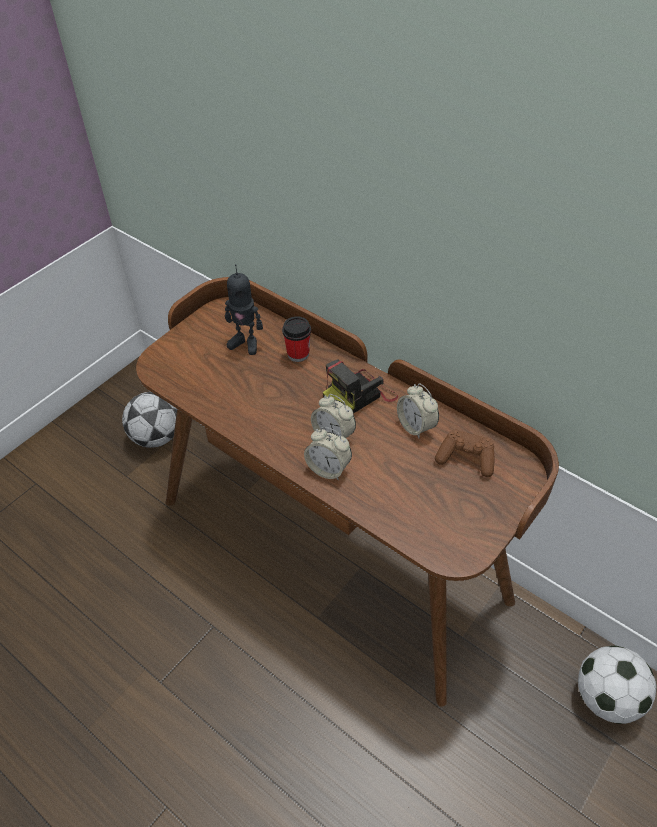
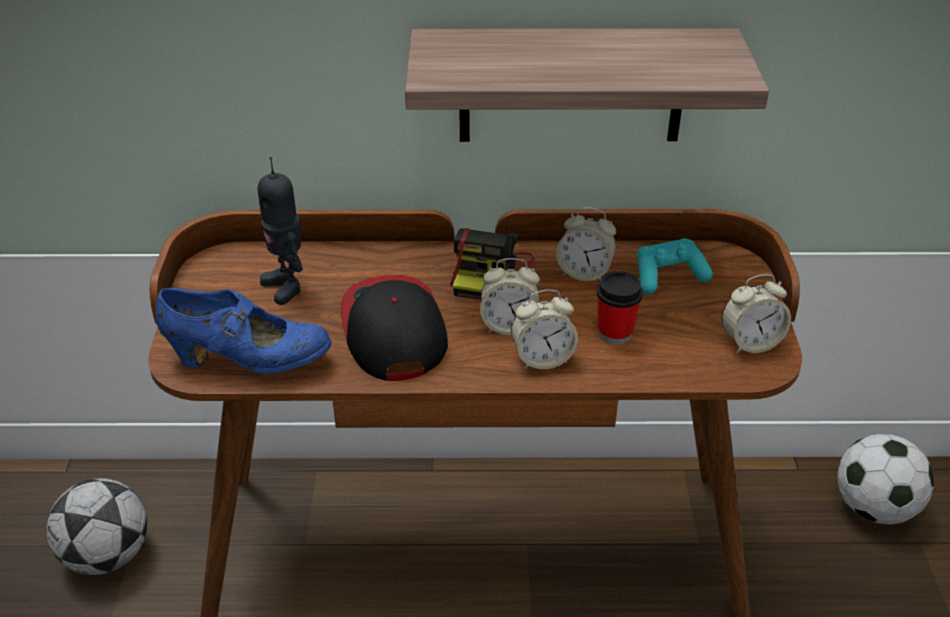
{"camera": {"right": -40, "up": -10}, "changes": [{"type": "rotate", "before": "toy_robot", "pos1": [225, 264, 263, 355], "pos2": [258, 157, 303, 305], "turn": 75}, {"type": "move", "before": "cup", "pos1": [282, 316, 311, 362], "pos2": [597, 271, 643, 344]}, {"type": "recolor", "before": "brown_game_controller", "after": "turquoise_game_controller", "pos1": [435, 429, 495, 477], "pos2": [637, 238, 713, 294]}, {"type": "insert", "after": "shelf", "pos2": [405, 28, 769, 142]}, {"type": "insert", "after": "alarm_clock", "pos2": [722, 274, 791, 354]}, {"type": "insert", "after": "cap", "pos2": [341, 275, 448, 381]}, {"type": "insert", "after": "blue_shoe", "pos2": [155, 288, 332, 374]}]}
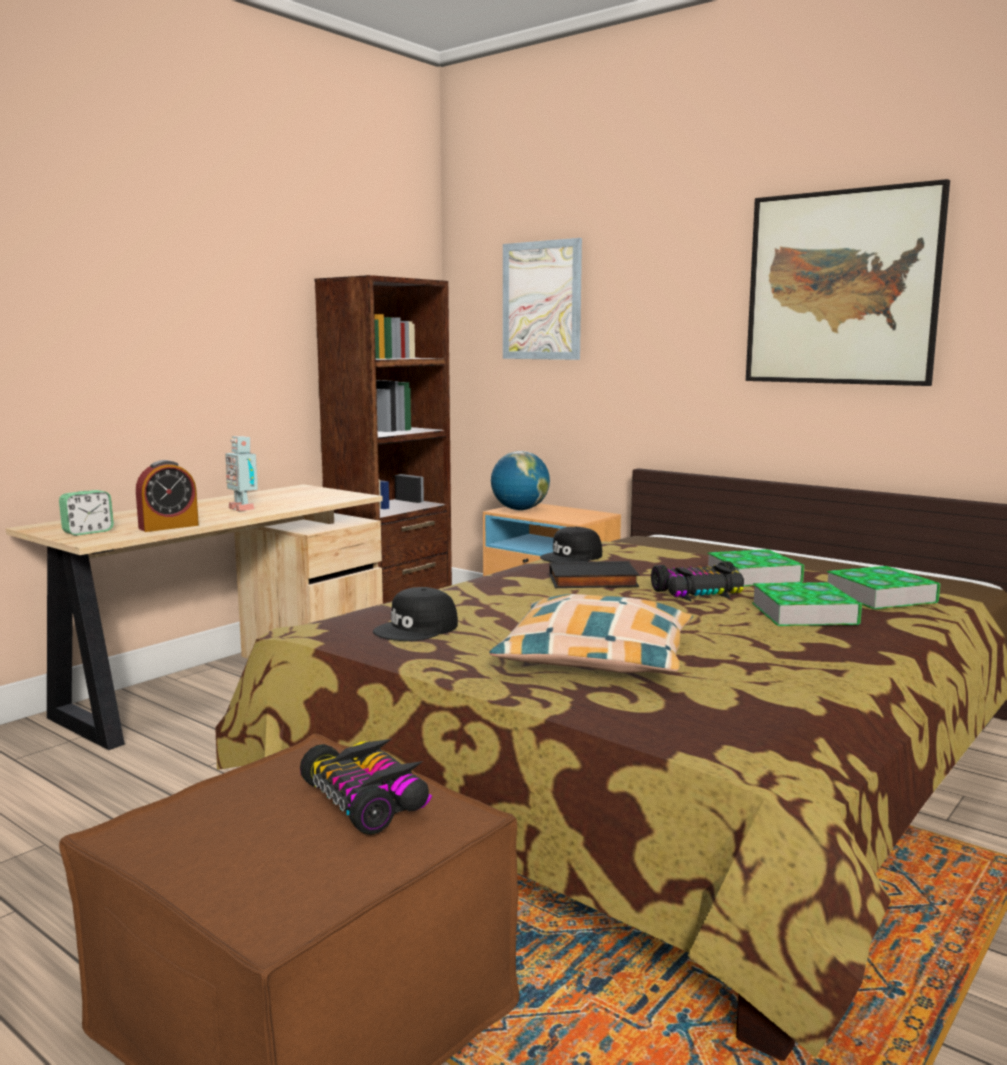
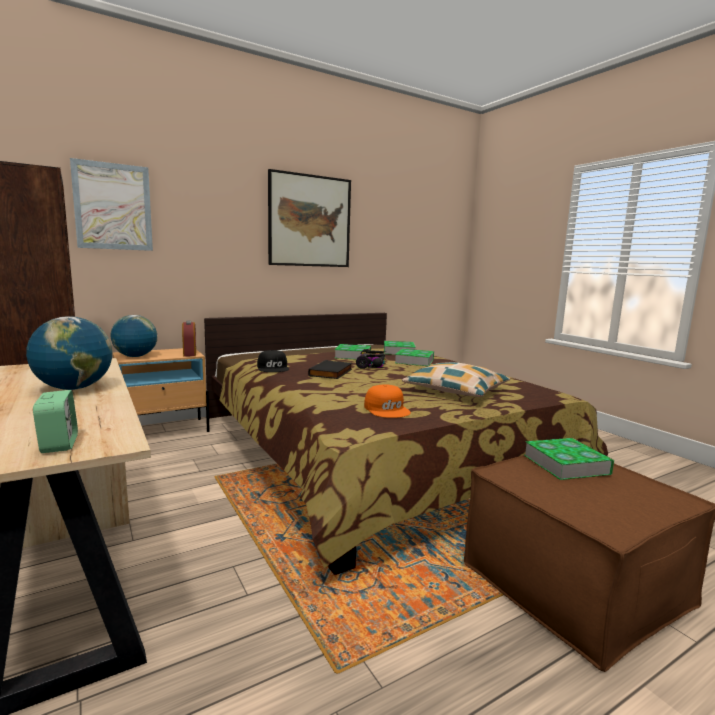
{"camera": {"right": -70, "up": 0}, "changes": [{"type": "replace", "before": "toy_robot", "after": "globe", "pos1": [225, 436, 258, 512], "pos2": [26, 316, 112, 390]}, {"type": "move", "before": "alarm_clock", "pos1": [136, 460, 199, 532], "pos2": [182, 321, 196, 357]}, {"type": "recolor", "before": "black_cap", "after": "orange_cap", "pos1": [373, 587, 458, 641], "pos2": [364, 384, 411, 418]}, {"type": "replace", "before": "toy_car", "after": "book", "pos1": [300, 739, 432, 835], "pos2": [524, 438, 614, 480]}]}
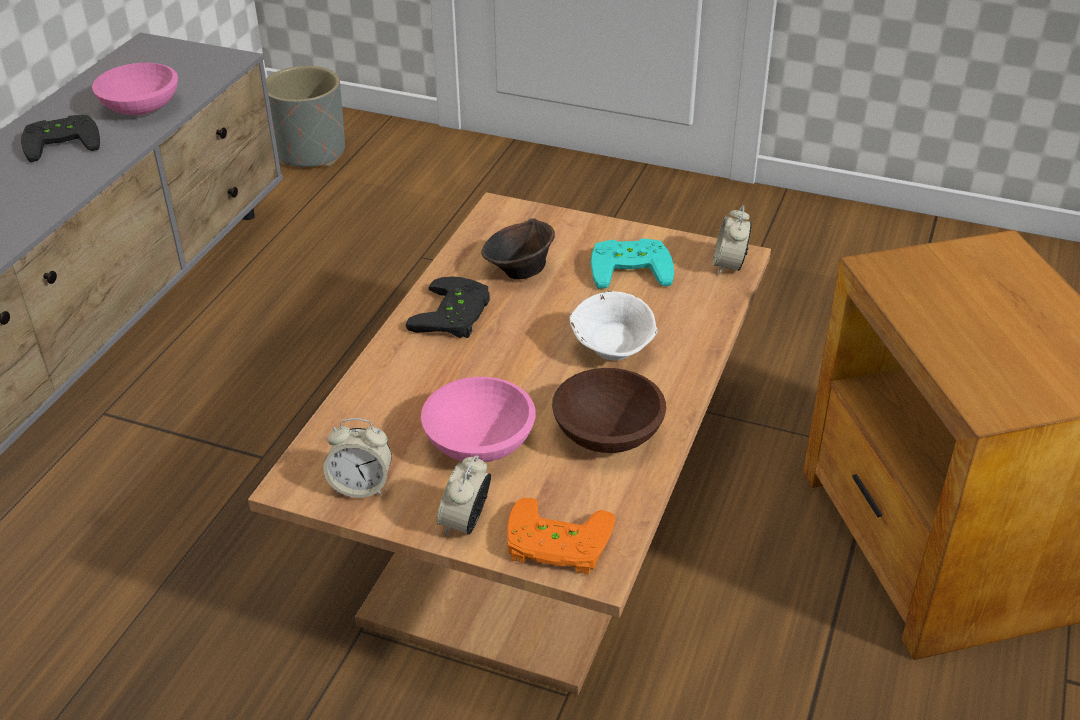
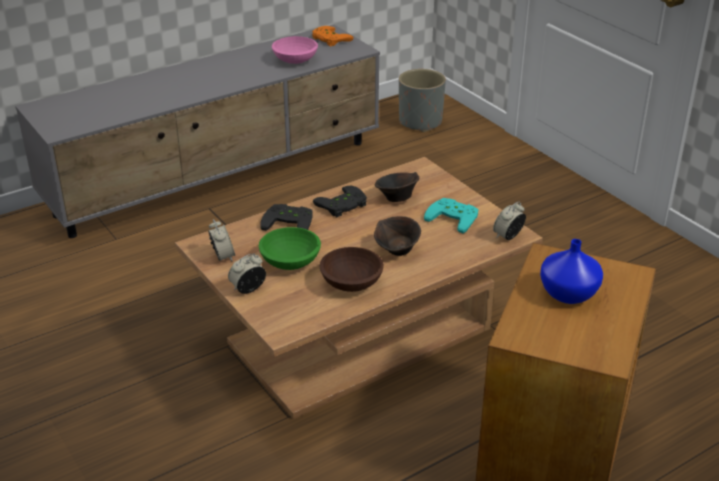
{"camera": {"right": 35, "up": -5}, "changes": [{"type": "move", "before": "black_game_controller", "pos1": [21, 115, 100, 162], "pos2": [260, 204, 313, 231]}, {"type": "recolor", "before": "white_bowl", "after": "brown_bowl", "pos1": [570, 291, 658, 360], "pos2": [374, 216, 421, 256]}, {"type": "recolor", "before": "pink_bowl", "after": "green_bowl", "pos1": [421, 377, 536, 462], "pos2": [259, 227, 321, 270]}, {"type": "rotate", "before": "alarm_clock", "pos1": [323, 418, 392, 498], "pos2": [208, 219, 235, 261], "turn": -150}, {"type": "move", "before": "orange_game_controller", "pos1": [507, 498, 615, 575], "pos2": [312, 26, 353, 47]}, {"type": "insert", "after": "blue_vase", "pos2": [540, 239, 603, 304]}]}
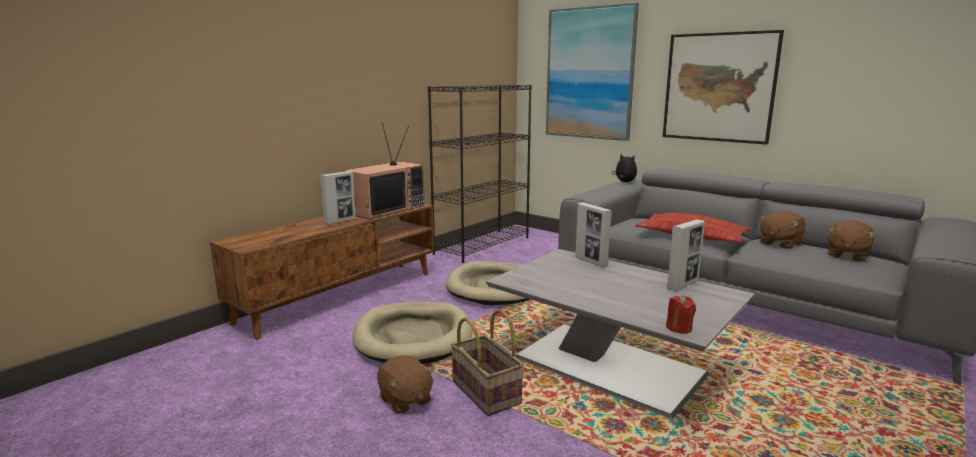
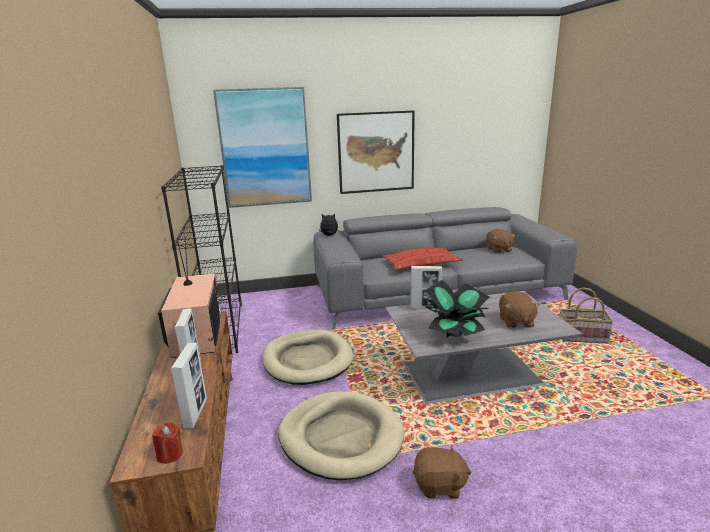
{"camera": {"right": -50, "up": 5}, "changes": [{"type": "move", "before": "brown_plush_toy", "pos1": [760, 211, 806, 249], "pos2": [499, 291, 540, 328]}, {"type": "move", "before": "picture_frame", "pos1": [667, 219, 705, 291], "pos2": [171, 343, 207, 429]}, {"type": "move", "before": "red_candle", "pos1": [666, 295, 696, 334], "pos2": [152, 422, 183, 464]}, {"type": "move", "before": "basket", "pos1": [451, 309, 524, 416], "pos2": [559, 287, 614, 343]}, {"type": "insert", "after": "potted_plant", "pos2": [424, 280, 490, 337]}]}
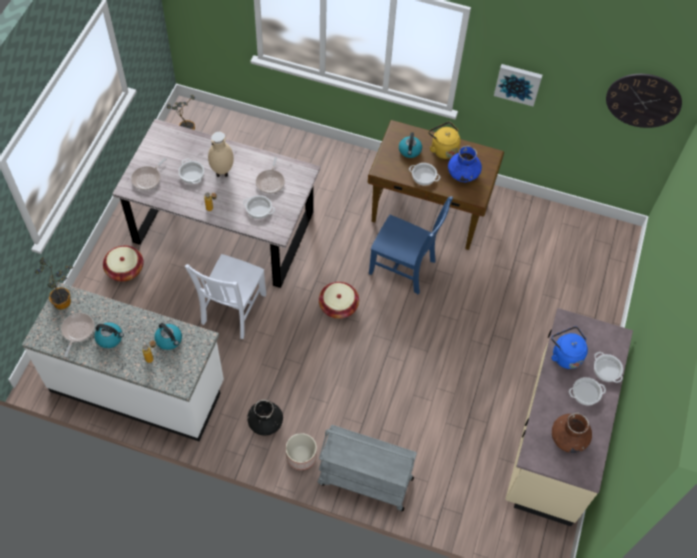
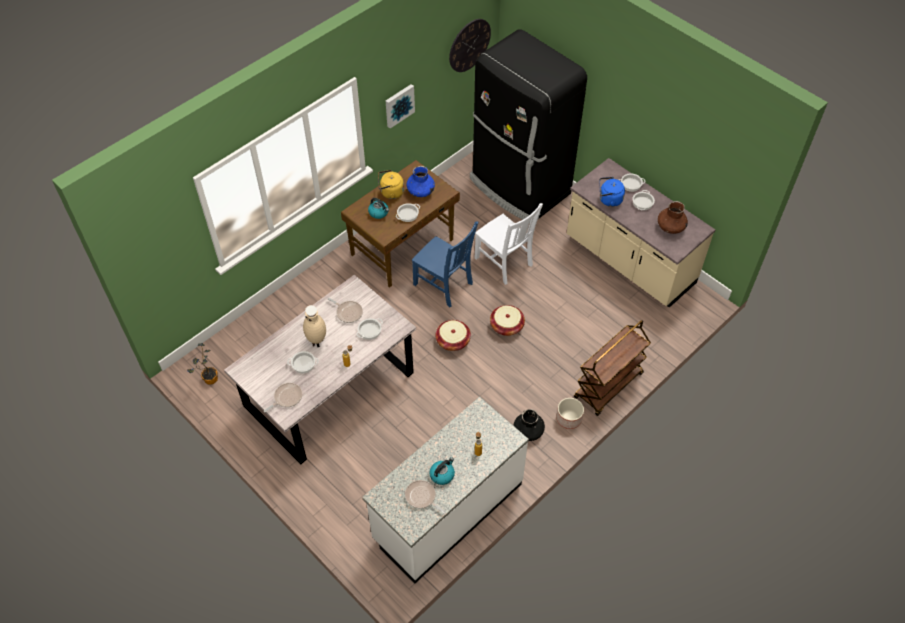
{"camera": {"right": -60, "up": -5}, "changes": [{"type": "rotate", "before": "frying_pan", "pos1": [131, 158, 166, 190], "pos2": [264, 383, 302, 412], "turn": -105}, {"type": "rotate", "before": "blue_chair", "pos1": [369, 197, 453, 294], "pos2": [412, 221, 479, 308], "turn": 75}, {"type": "move", "before": "basket", "pos1": [103, 246, 143, 281], "pos2": [490, 305, 525, 336]}, {"type": "move", "before": "white_chair", "pos1": [185, 254, 266, 339], "pos2": [474, 203, 543, 285]}, {"type": "delete", "before": "potted_plant", "pos1": [35, 257, 73, 310]}, {"type": "delete", "before": "kettle", "pos1": [154, 323, 182, 350]}, {"type": "recolor", "before": "grey_cart", "after": "brown_cart", "pos1": [317, 425, 417, 511], "pos2": [574, 320, 651, 416]}, {"type": "insert", "after": "black_fridge", "pos2": [470, 29, 587, 223]}]}
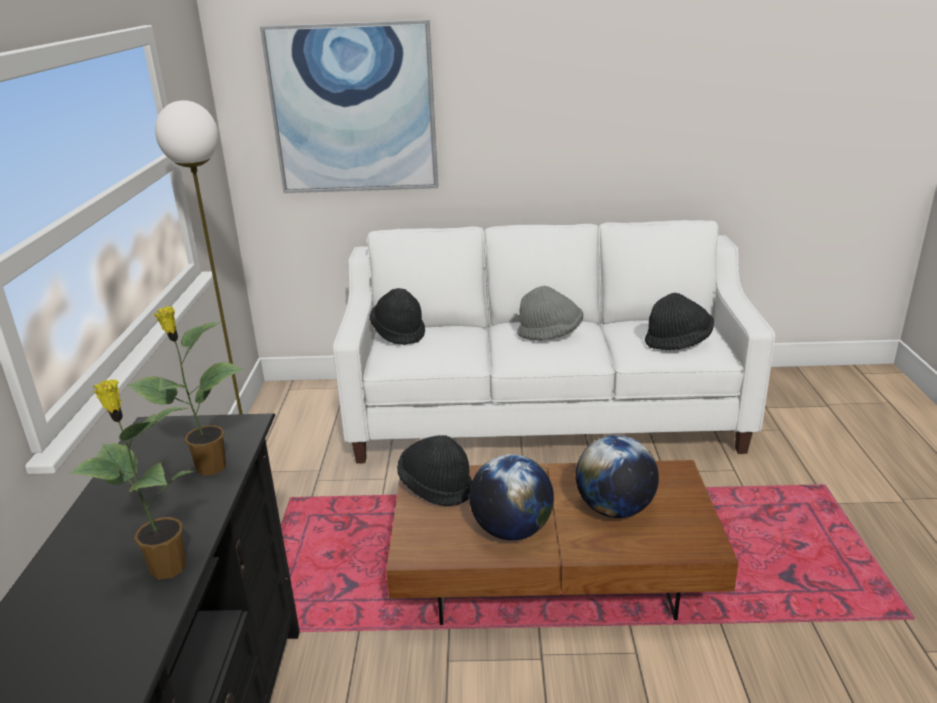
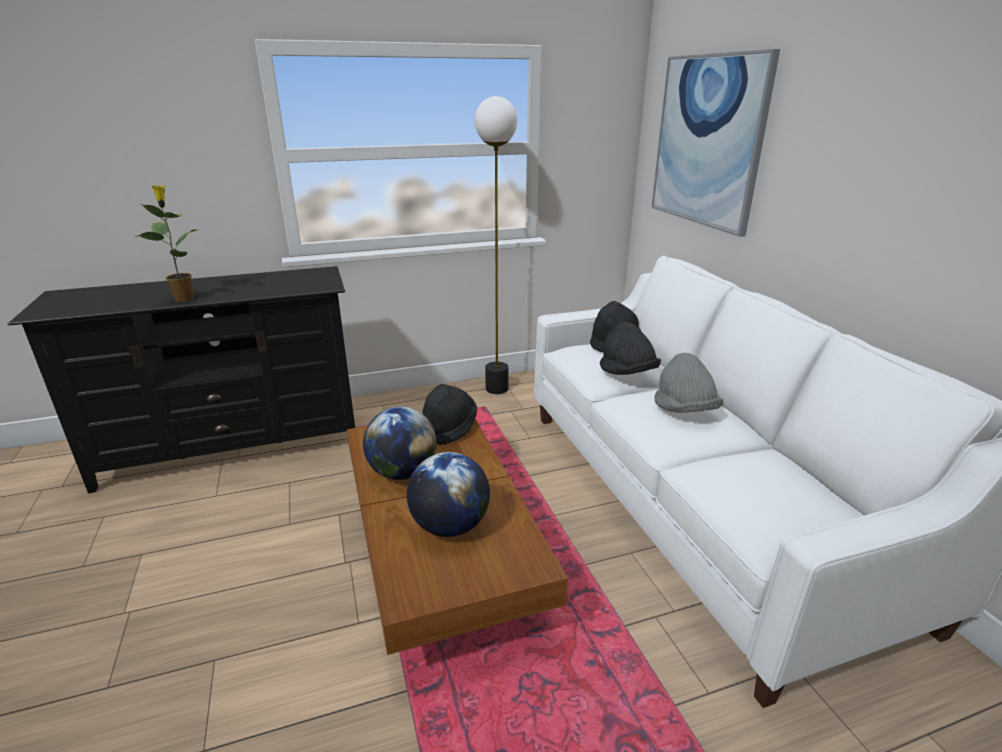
{"camera": {"right": 70, "up": 0}, "changes": [{"type": "move", "before": "black_hat", "pos1": [645, 293, 714, 350], "pos2": [600, 322, 661, 375]}, {"type": "delete", "before": "potted_plant", "pos1": [127, 306, 244, 476]}]}
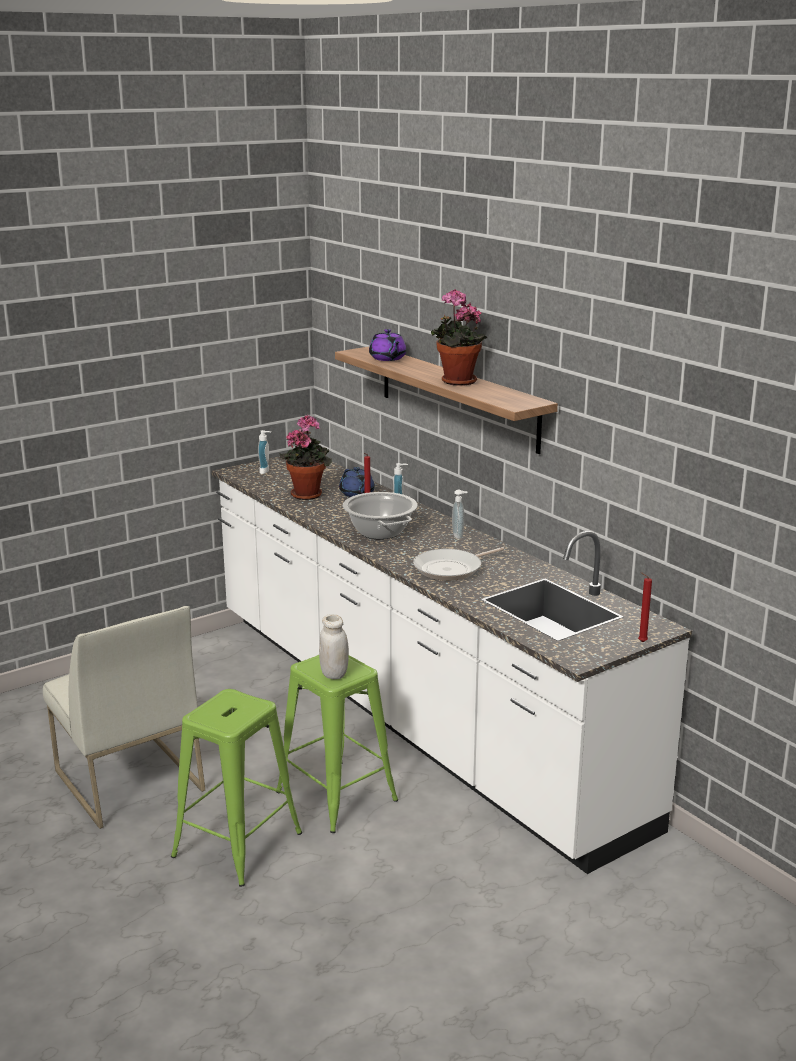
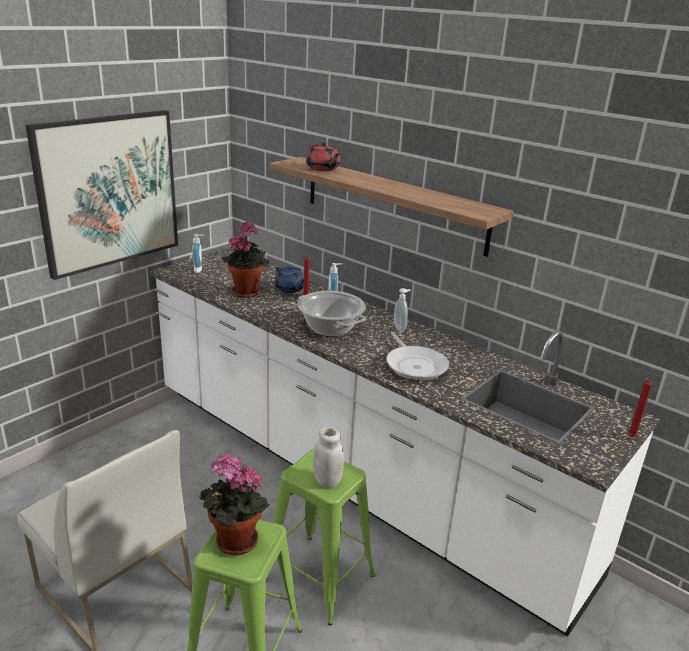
{"camera": {"right": -15, "up": 5}, "changes": [{"type": "move", "before": "potted_plant", "pos1": [431, 289, 487, 386], "pos2": [200, 453, 269, 555]}, {"type": "recolor", "before": "purple_teapot", "after": "red_teapot", "pos1": [369, 329, 406, 361], "pos2": [306, 142, 340, 171]}, {"type": "rotate", "before": "frying_pan", "pos1": [413, 547, 504, 581], "pos2": [386, 332, 449, 381], "turn": -60}, {"type": "insert", "after": "picture", "pos2": [25, 110, 178, 280]}]}
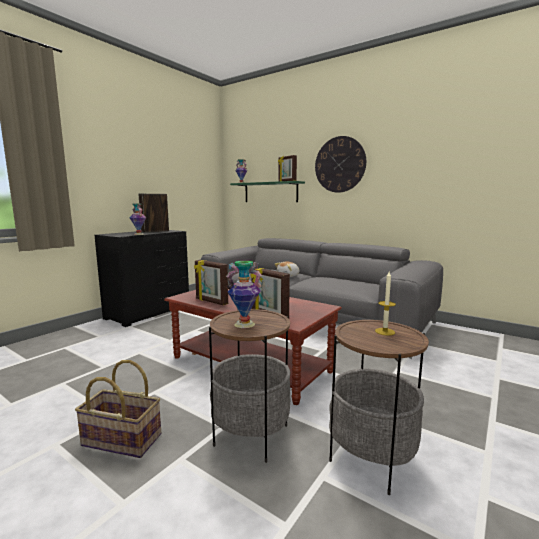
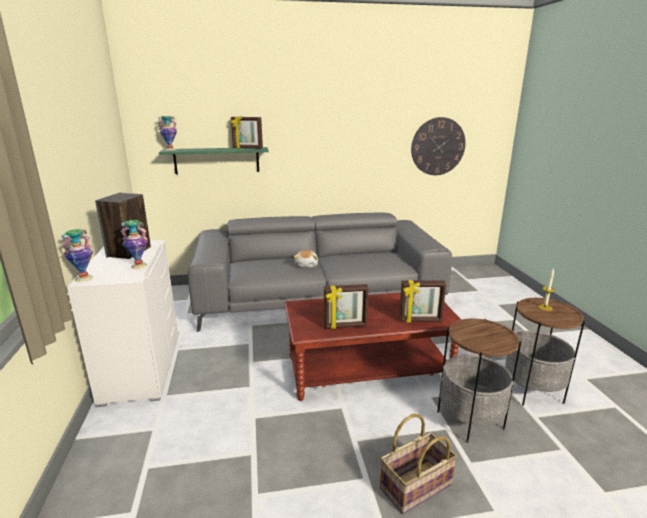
{"camera": {"right": -45, "up": 10}, "changes": [{"type": "move", "before": "wall_clock", "pos1": [315, 136, 366, 193], "pos2": [411, 117, 466, 175]}, {"type": "recolor", "before": "black_dresser", "after": "white_dresser", "pos1": [95, 230, 189, 327], "pos2": [67, 240, 178, 407]}, {"type": "move", "before": "vase", "pos1": [226, 261, 262, 328], "pos2": [61, 229, 93, 282]}]}
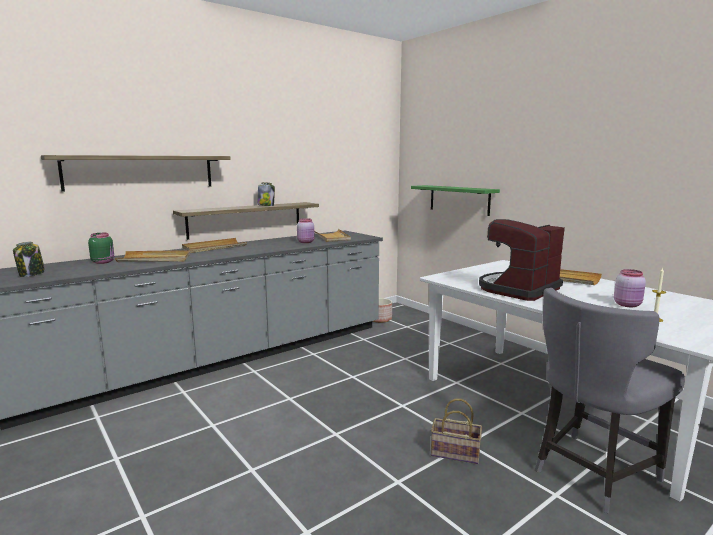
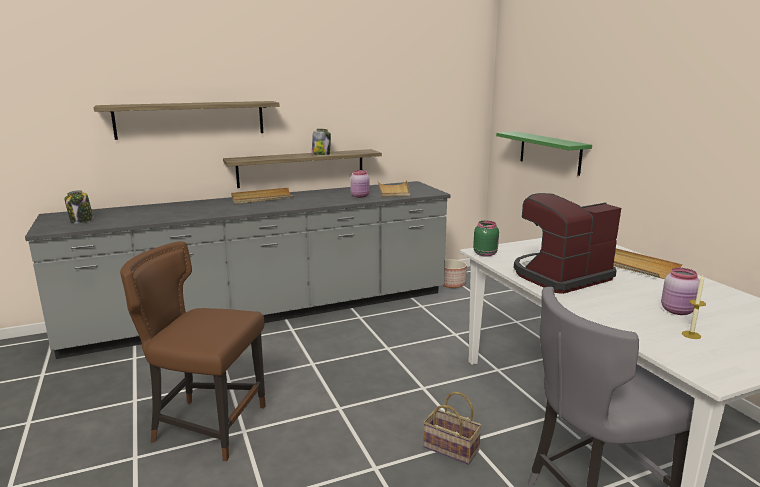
{"camera": {"right": 15, "up": 5}, "changes": [{"type": "move", "before": "green_jar", "pos1": [88, 233, 114, 264], "pos2": [473, 221, 499, 257]}, {"type": "delete", "before": "beige_tray", "pos1": [115, 250, 190, 262]}, {"type": "insert", "after": "brown_chair", "pos2": [120, 241, 266, 461]}]}
